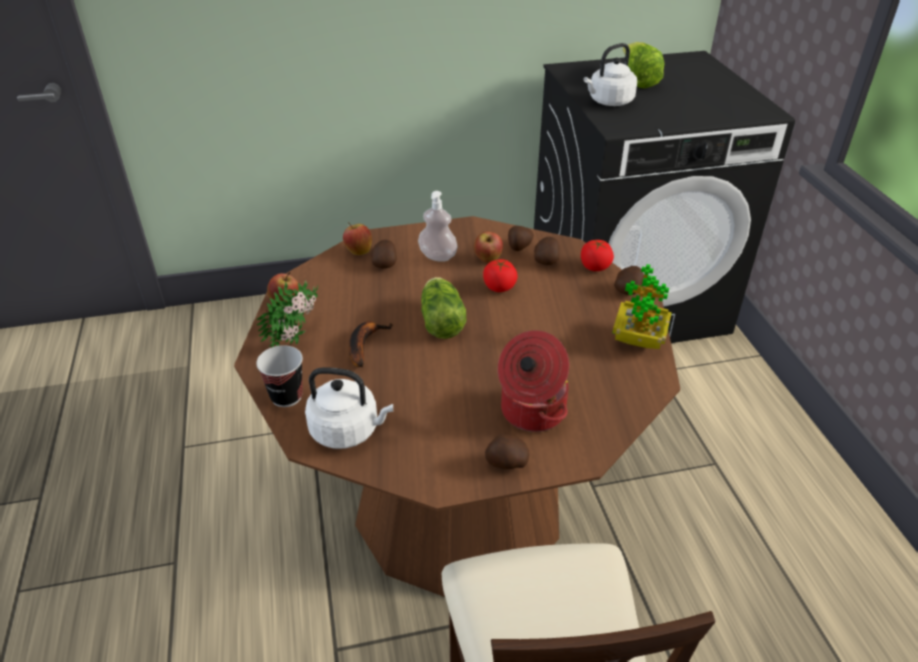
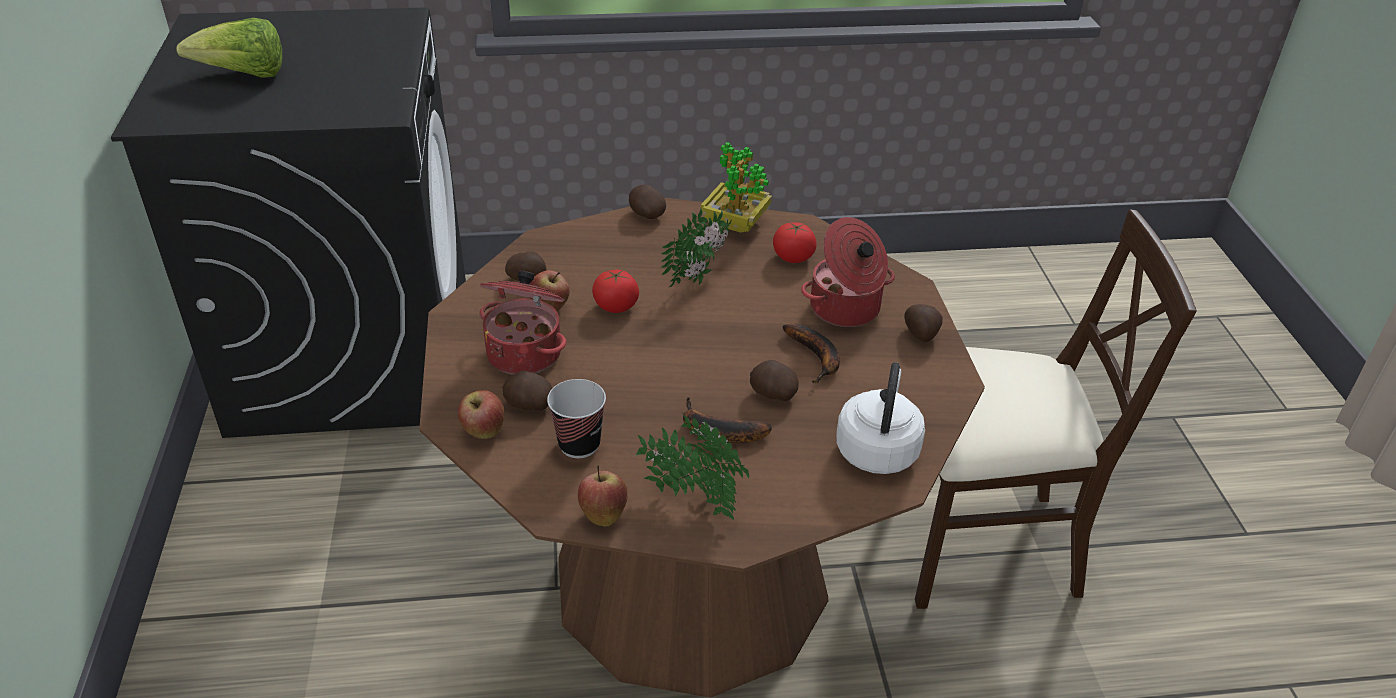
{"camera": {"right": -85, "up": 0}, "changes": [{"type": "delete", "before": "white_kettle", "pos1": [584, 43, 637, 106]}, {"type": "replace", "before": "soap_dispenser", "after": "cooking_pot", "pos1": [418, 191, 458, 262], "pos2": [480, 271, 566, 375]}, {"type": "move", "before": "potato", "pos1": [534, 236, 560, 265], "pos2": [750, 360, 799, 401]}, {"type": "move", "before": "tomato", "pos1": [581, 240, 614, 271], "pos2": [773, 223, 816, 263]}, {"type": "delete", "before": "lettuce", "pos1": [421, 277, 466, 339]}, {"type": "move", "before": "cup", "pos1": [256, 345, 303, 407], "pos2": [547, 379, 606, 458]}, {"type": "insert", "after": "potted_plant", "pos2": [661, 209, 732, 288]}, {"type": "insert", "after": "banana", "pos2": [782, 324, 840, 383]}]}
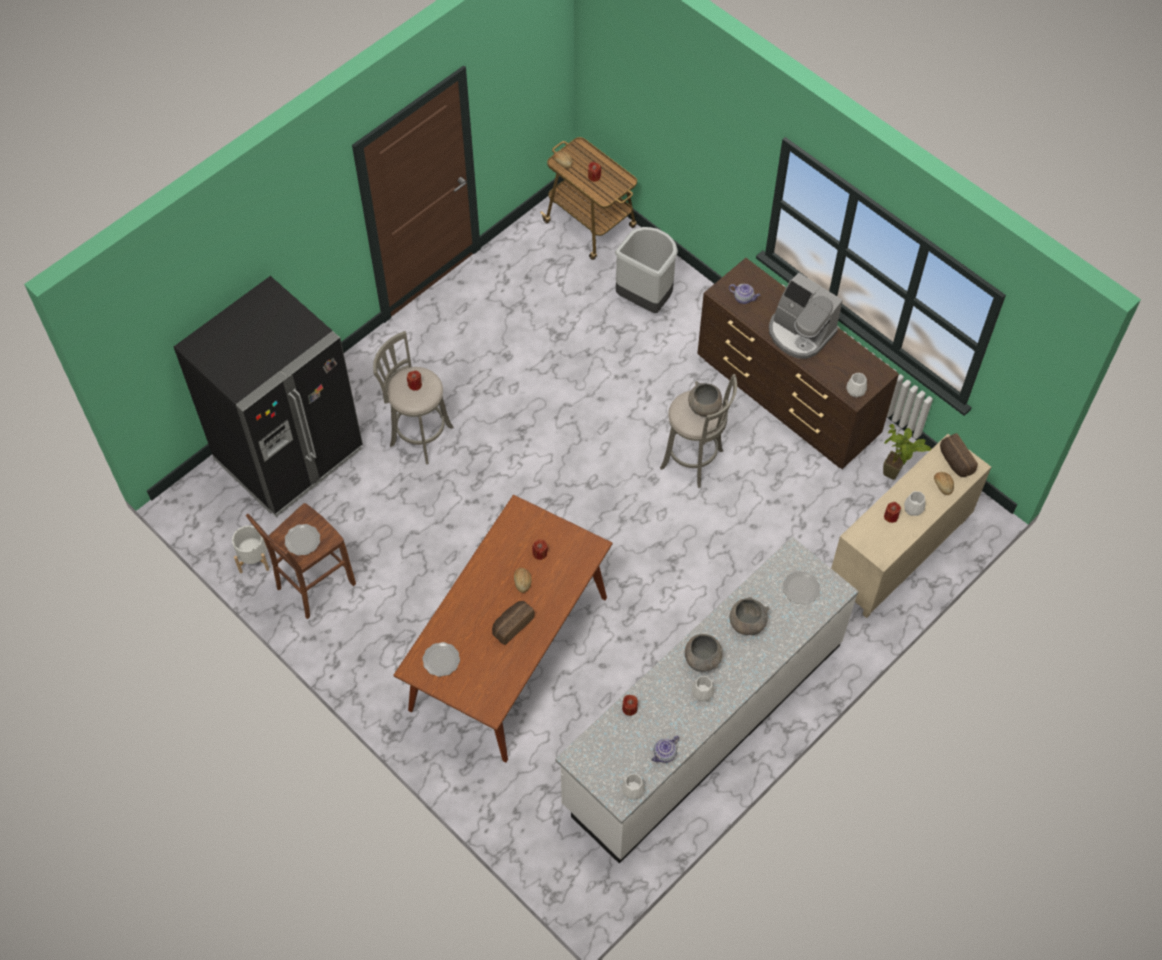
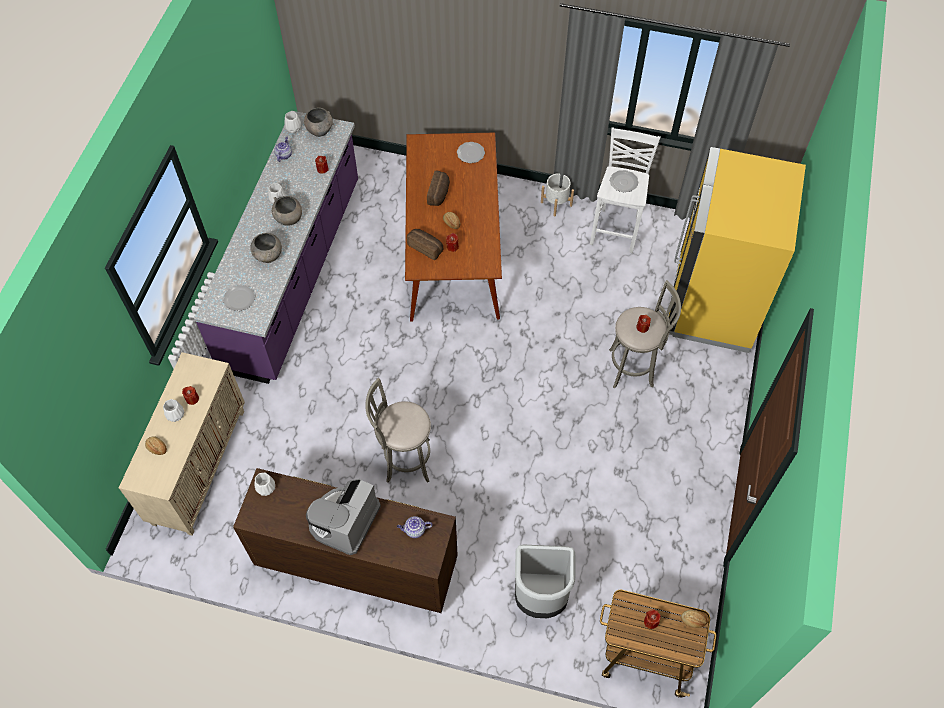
{"camera": {"right": 150, "up": 0}, "changes": [{"type": "rotate", "before": "coffee_machine", "pos1": [769, 273, 843, 359], "pos2": [306, 479, 381, 555], "turn": -75}, {"type": "recolor", "before": "black_fridge", "after": "yellow_fridge", "pos1": [174, 276, 363, 517], "pos2": [668, 147, 806, 353]}, {"type": "move", "before": "grey_bowl", "pos1": [688, 381, 722, 417], "pos2": [304, 108, 334, 137]}, {"type": "delete", "before": "potted_plant", "pos1": [883, 424, 931, 480]}, {"type": "move", "before": "bread", "pos1": [940, 433, 978, 477], "pos2": [407, 229, 444, 260]}, {"type": "recolor", "before": "brown_stool", "after": "white_stool", "pos1": [246, 503, 356, 619], "pos2": [590, 128, 661, 253]}, {"type": "move", "before": "white_planter", "pos1": [232, 526, 270, 573], "pos2": [541, 173, 574, 217]}, {"type": "recolor", "before": "white_counter", "after": "purple_counter", "pos1": [555, 537, 859, 863], "pos2": [194, 111, 358, 384]}]}
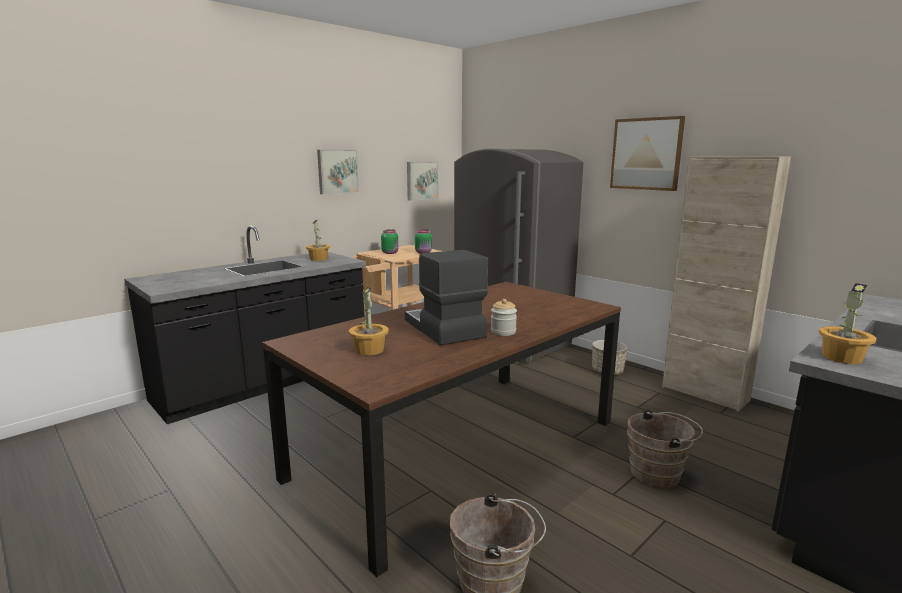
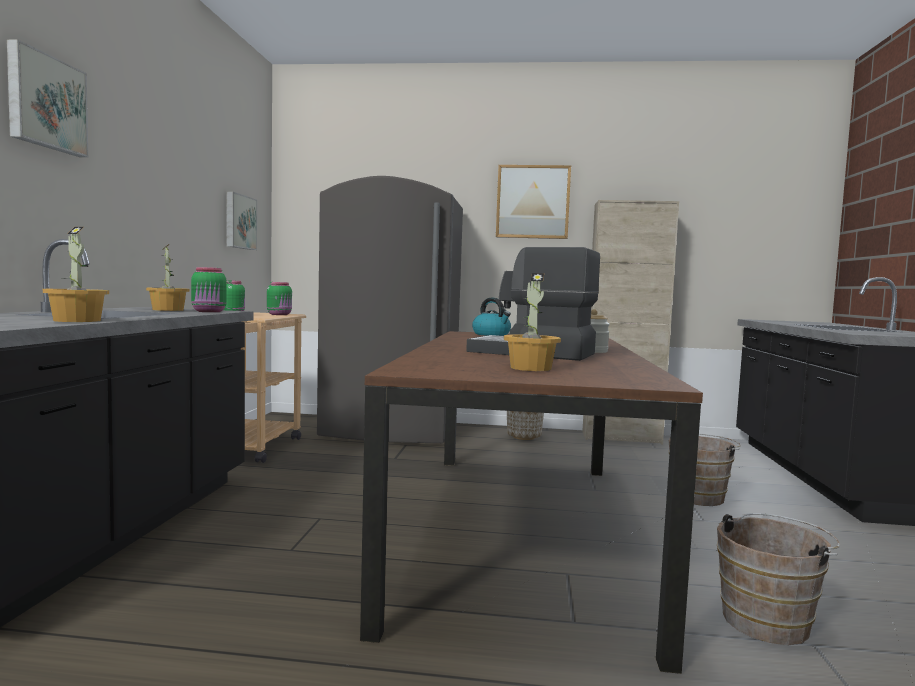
{"camera": {"right": -40, "up": -10}, "changes": [{"type": "move", "before": "picture", "pos1": [317, 150, 359, 194], "pos2": [7, 39, 88, 157]}, {"type": "move", "before": "potted_plant", "pos1": [819, 283, 877, 364], "pos2": [43, 227, 109, 322]}, {"type": "insert", "after": "green_jar", "pos2": [191, 267, 227, 312]}, {"type": "insert", "after": "kettle", "pos2": [472, 298, 511, 336]}]}
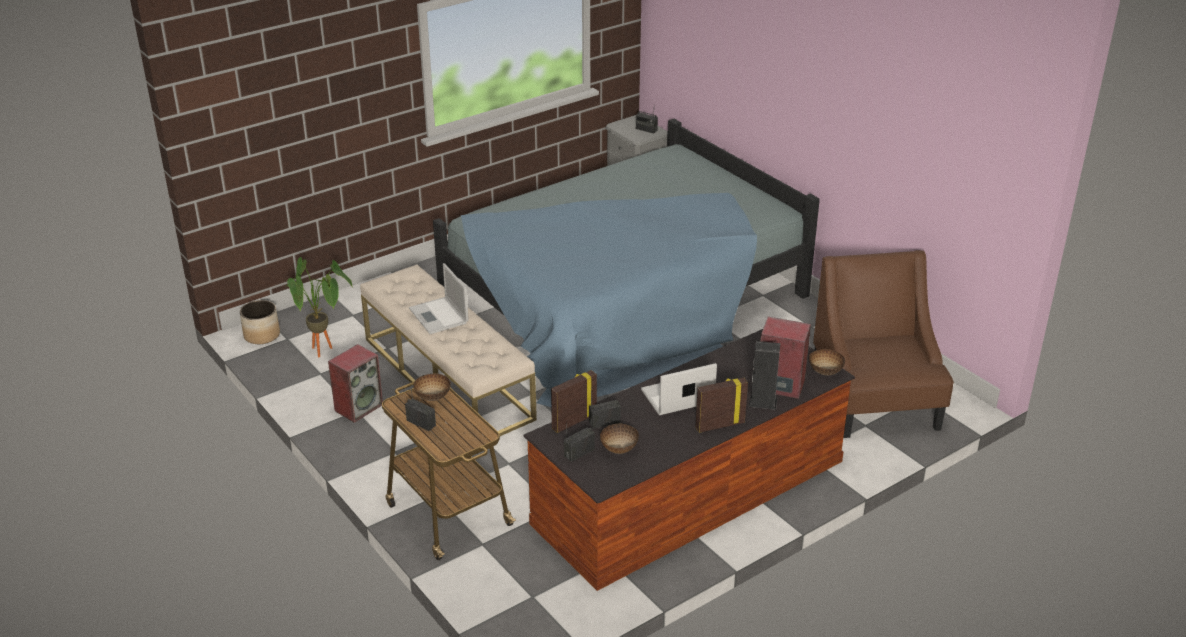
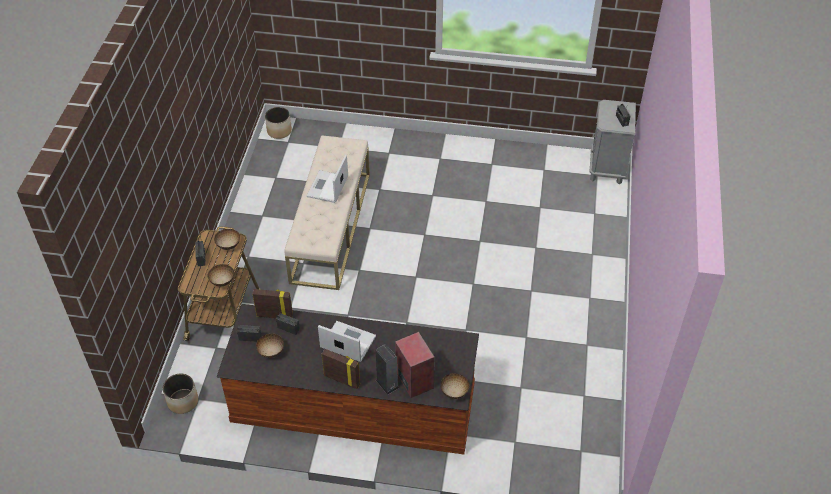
{"camera": {"right": 45, "up": 15}, "changes": [{"type": "delete", "before": "blue_bed", "pos1": [433, 119, 820, 407]}, {"type": "delete", "before": "brown_armchair", "pos1": [813, 250, 954, 438]}, {"type": "delete", "before": "potted_plant", "pos1": [285, 257, 353, 357]}, {"type": "delete", "before": "speaker", "pos1": [328, 344, 383, 423]}, {"type": "insert", "after": "bowl", "pos2": [207, 264, 234, 287]}, {"type": "insert", "after": "planter", "pos2": [163, 373, 198, 414]}]}
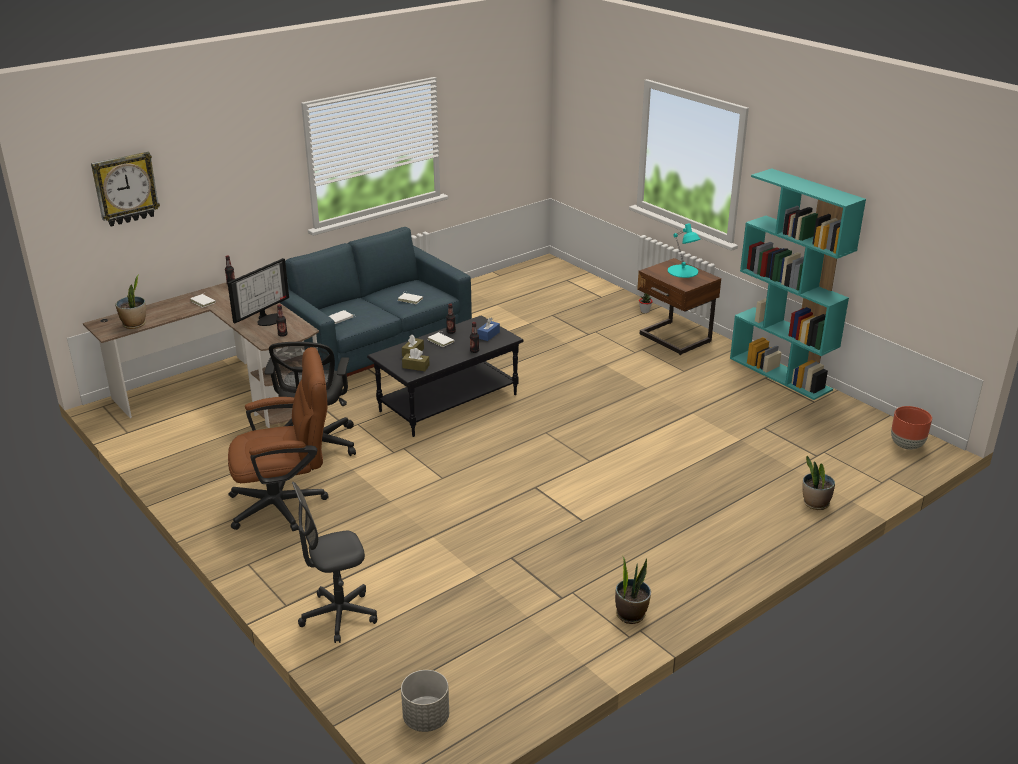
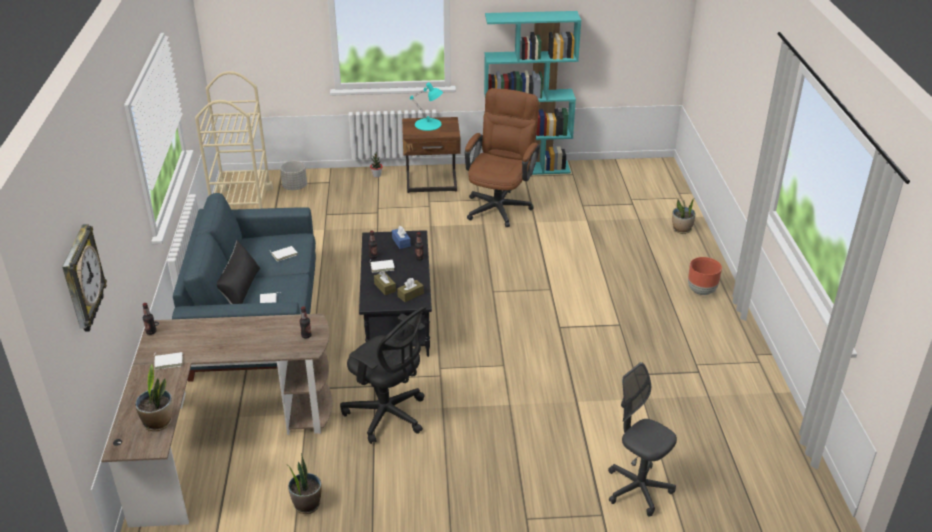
{"camera": {"right": -55, "up": 5}, "changes": [{"type": "delete", "before": "monitor", "pos1": [228, 258, 289, 326]}, {"type": "move", "before": "brown_office_chair", "pos1": [228, 347, 329, 531], "pos2": [465, 88, 540, 227]}, {"type": "move", "before": "brown_planter", "pos1": [891, 406, 932, 450], "pos2": [688, 257, 722, 295]}, {"type": "rotate", "before": "grey_office_chair", "pos1": [292, 482, 377, 643], "pos2": [608, 362, 677, 517], "turn": 120}, {"type": "move", "before": "potted_plant", "pos1": [615, 557, 651, 624], "pos2": [286, 453, 321, 514]}, {"type": "move", "before": "grey_planter", "pos1": [401, 670, 449, 732], "pos2": [280, 161, 307, 190]}, {"type": "insert", "after": "beige_cart", "pos2": [195, 71, 273, 209]}, {"type": "insert", "after": "black_pillow", "pos2": [217, 240, 260, 304]}]}
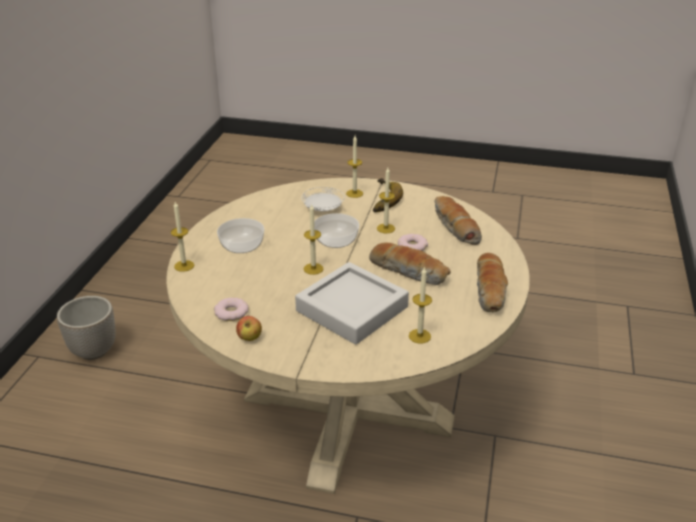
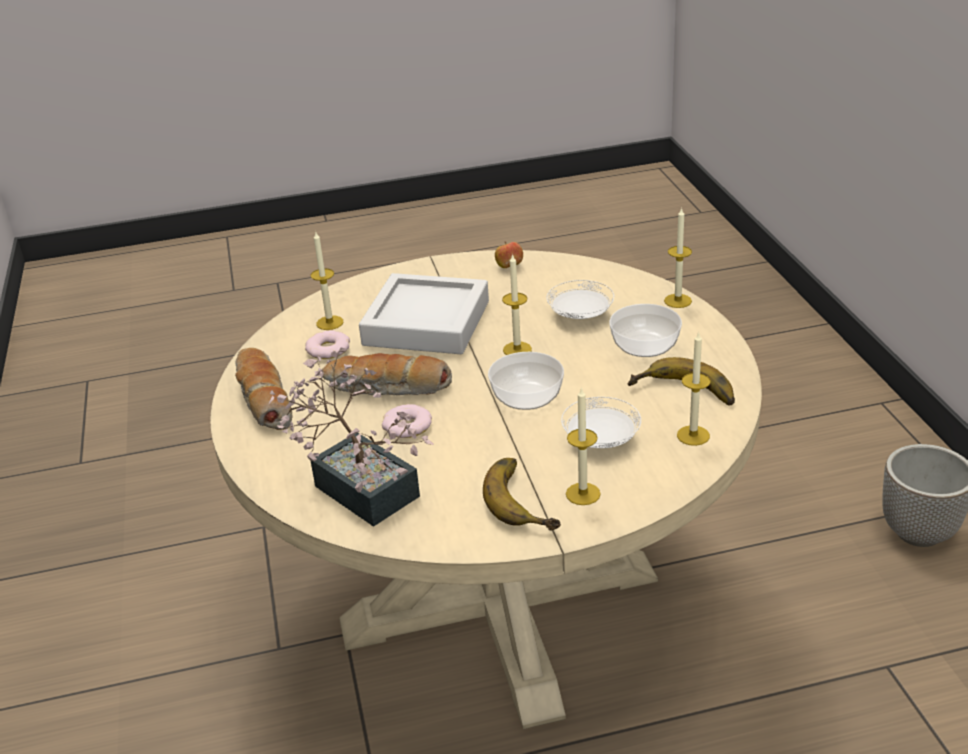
{"camera": {"right": 155, "up": 0}, "changes": [{"type": "move", "before": "candle", "pos1": [377, 168, 395, 233], "pos2": [677, 332, 710, 446]}, {"type": "replace", "before": "bread", "after": "potted_plant", "pos1": [434, 196, 482, 245], "pos2": [269, 348, 433, 527]}, {"type": "move", "before": "donut", "pos1": [214, 297, 249, 321], "pos2": [305, 330, 350, 359]}, {"type": "insert", "after": "white_plate", "pos2": [547, 280, 614, 319]}, {"type": "insert", "after": "banana", "pos2": [628, 357, 735, 406]}]}
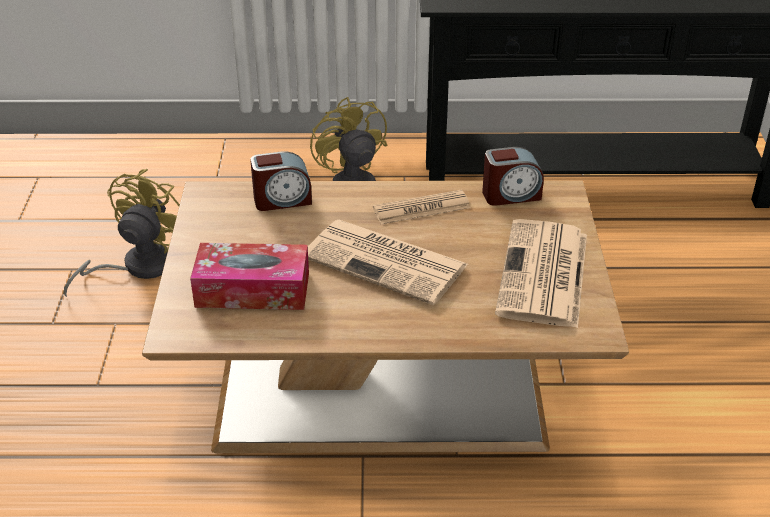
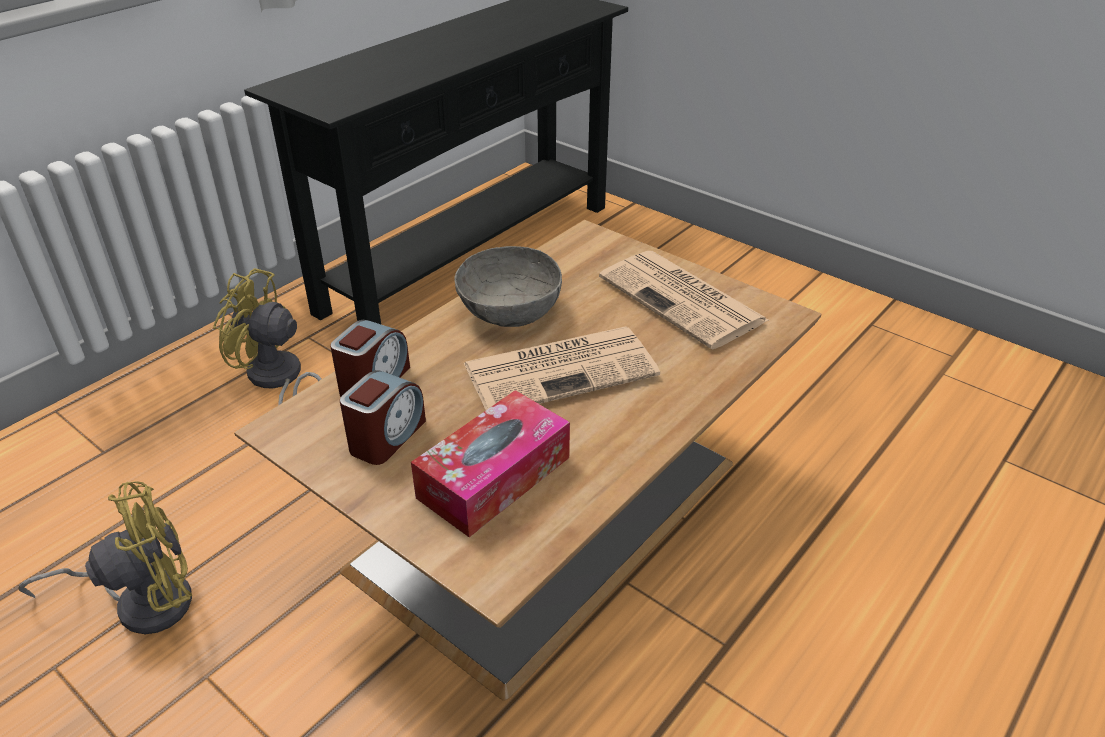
{"camera": {"right": -50, "up": 0}, "changes": [{"type": "move", "before": "alarm_clock", "pos1": [482, 147, 544, 206], "pos2": [340, 370, 426, 465]}, {"type": "rotate", "before": "yellow_fan", "pos1": [64, 169, 180, 297], "pos2": [18, 481, 192, 634], "turn": 90}, {"type": "replace", "before": "newspaper", "after": "grey_bowl", "pos1": [373, 190, 470, 225], "pos2": [454, 246, 562, 327]}]}
